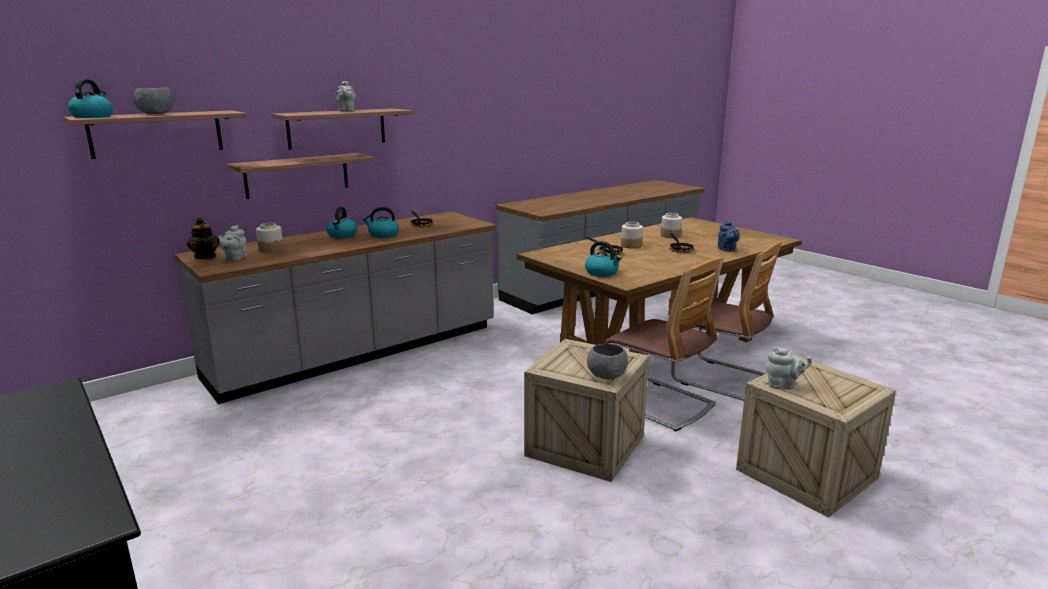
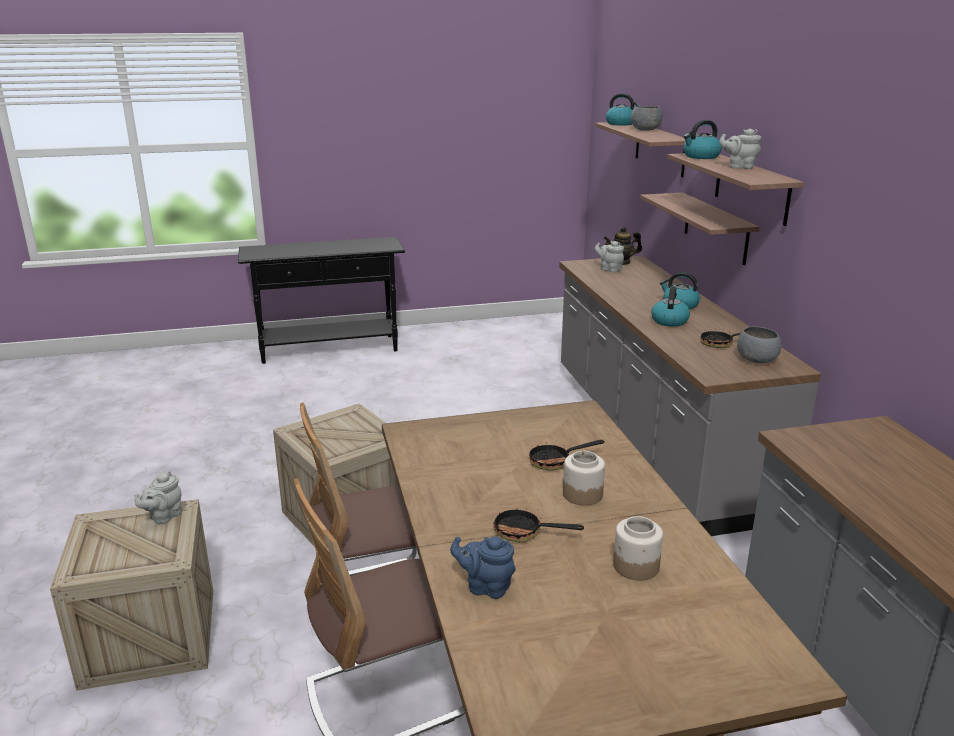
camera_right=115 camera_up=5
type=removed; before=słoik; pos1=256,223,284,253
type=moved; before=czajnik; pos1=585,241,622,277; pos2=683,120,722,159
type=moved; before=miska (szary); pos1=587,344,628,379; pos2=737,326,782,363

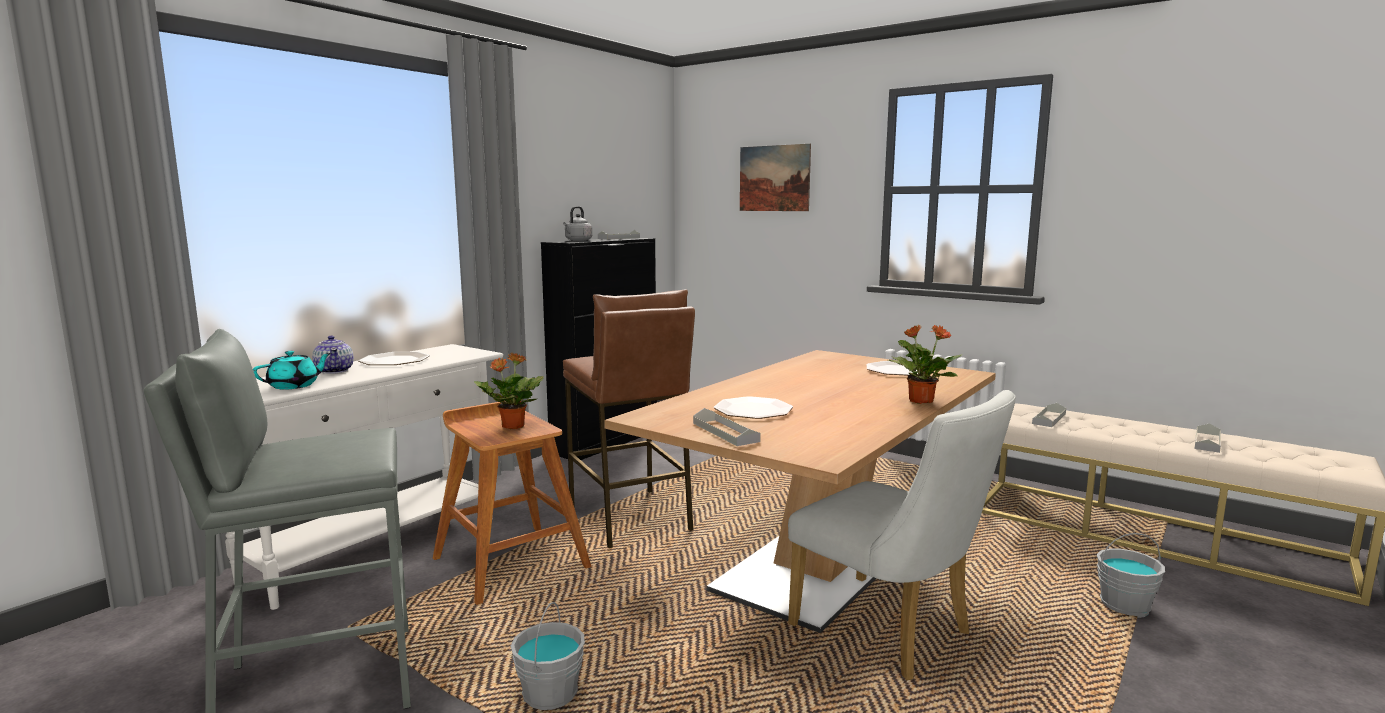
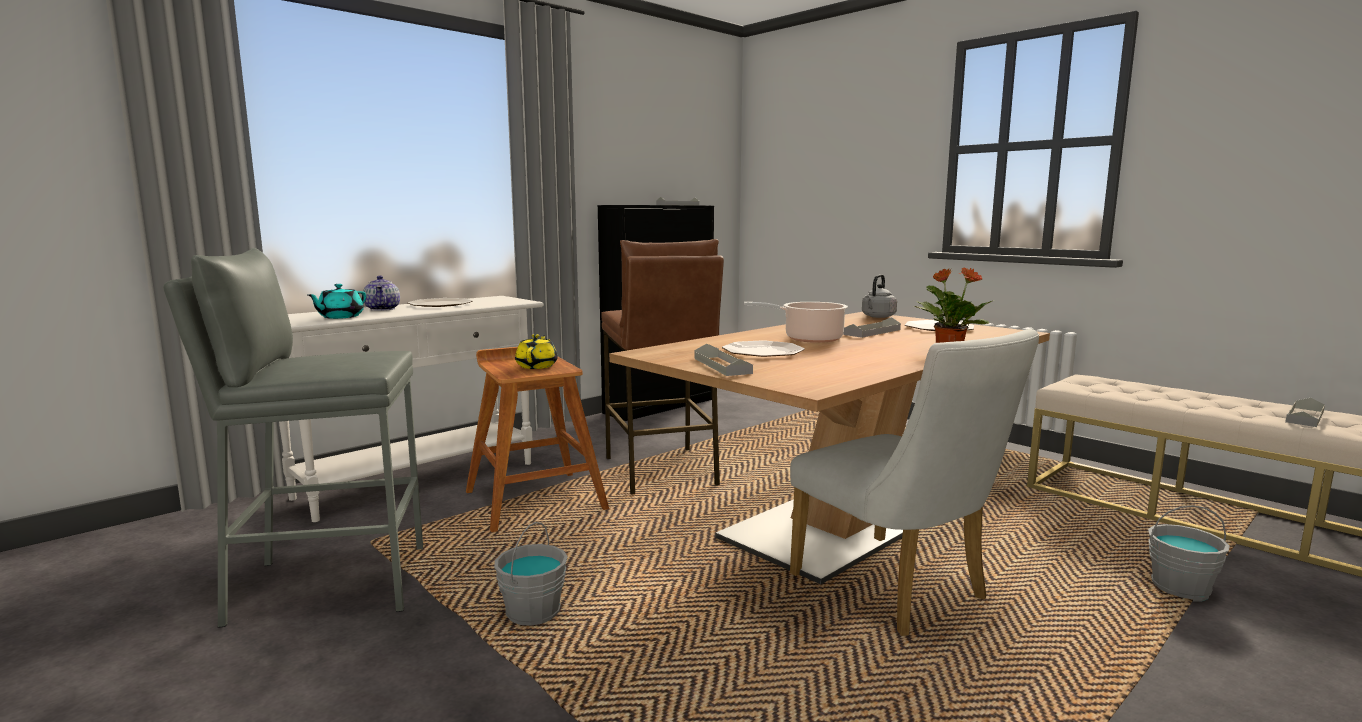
camera_right=10 camera_up=0
type=removed; before=obraz; pos1=740,144,811,211
type=moved; before=czajnik (szary); pos1=563,206,593,241; pos2=862,274,897,318
type=turned; before=imbryk (turkusowy); pos1=253,351,331,390; pos2=308,284,366,319; turn=150
type=replaced; before=roślina doniczkowa; after=imbryk (żółty); pos1=474,352,544,429; pos2=515,334,558,369
type=moved; before=taca (szary); pos1=1032,403,1066,427; pos2=844,317,901,338
type=added; after=garnek; pos2=744,302,848,343

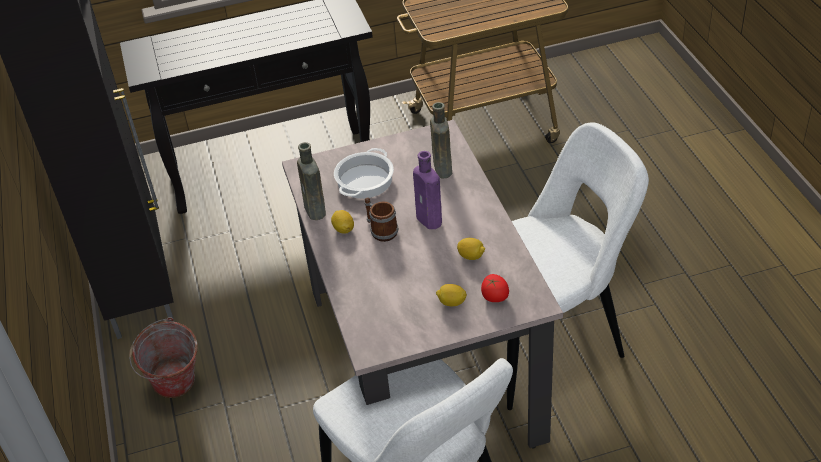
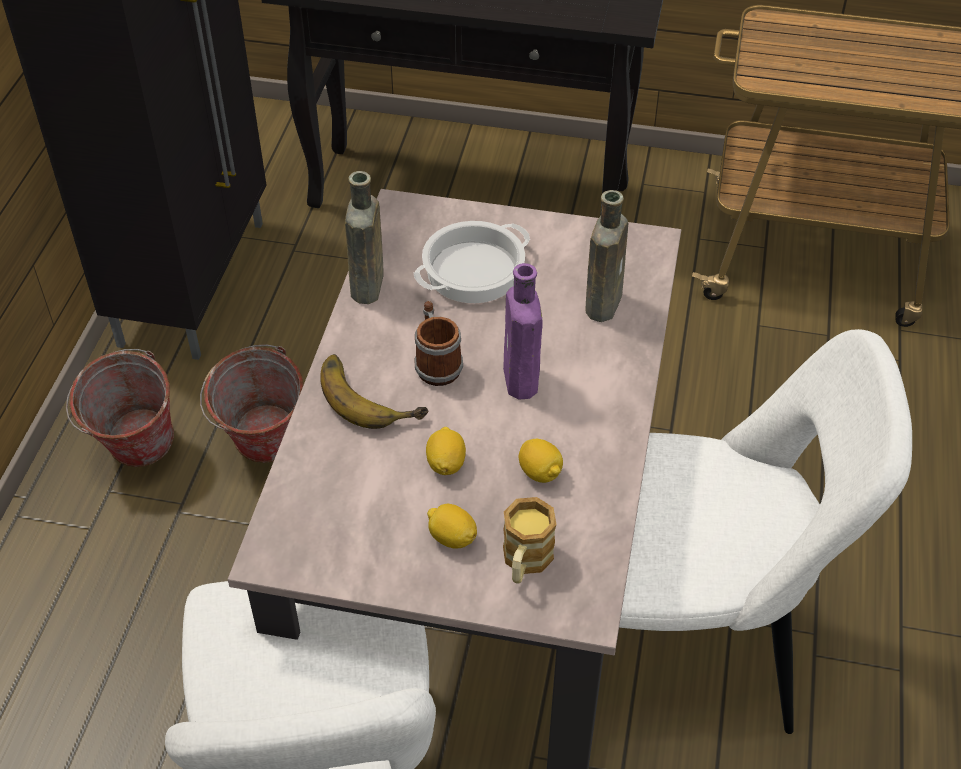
camera_right=25 camera_up=5
type=moved; before=cytryna; pos1=331,210,354,234; pos2=426,427,466,475
type=replaced; before=pomidor; after=kubek; pos1=481,274,509,302; pos2=503,497,557,584
type=added; after=wiadro; pos2=200,344,303,463
type=added; after=banan; pos2=320,354,428,429

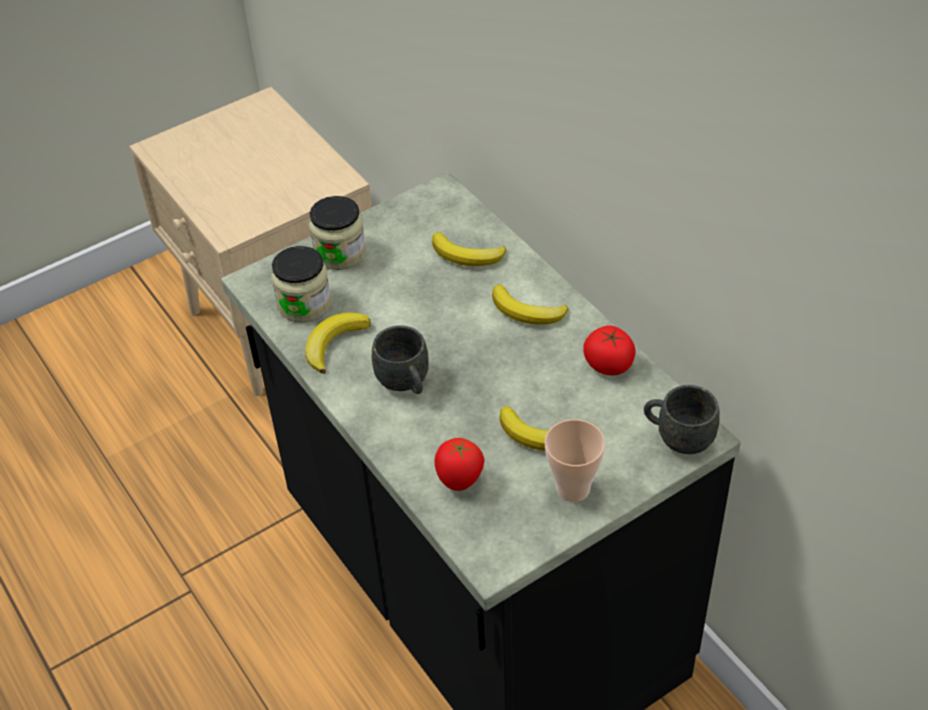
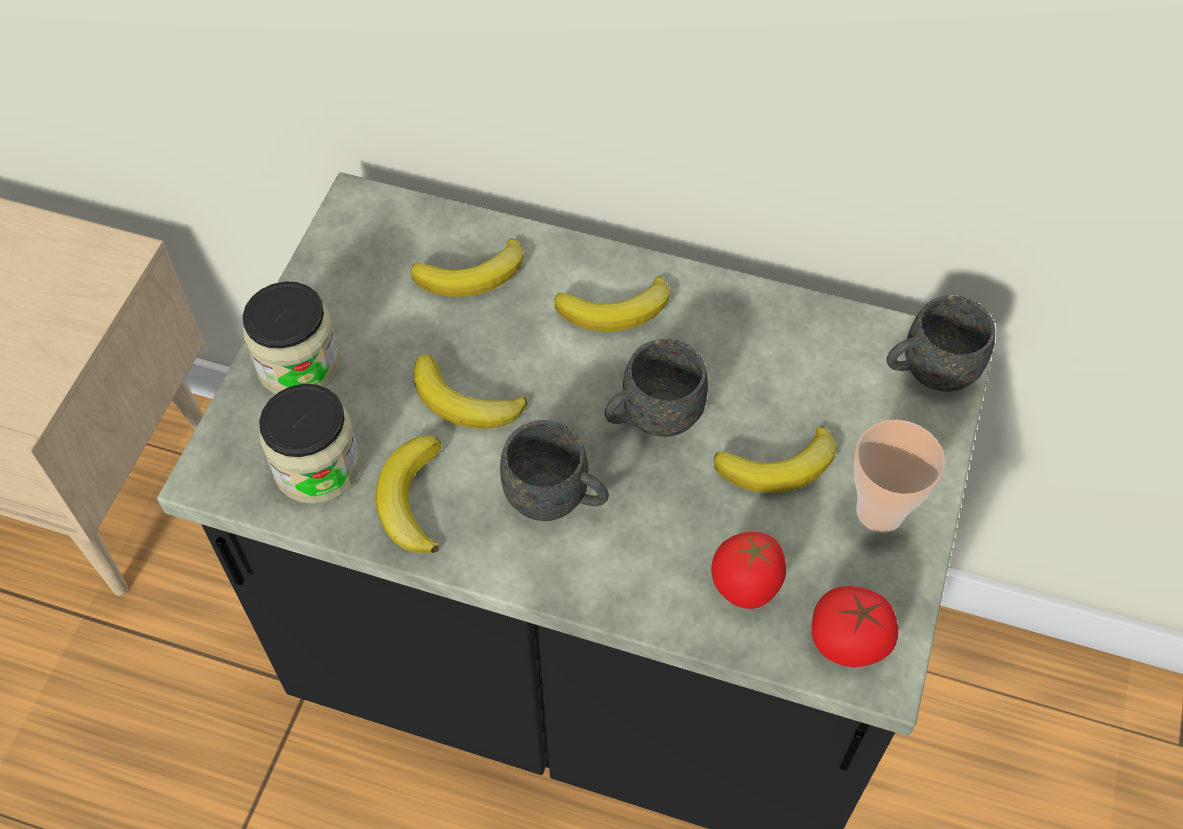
camera_right=-40 camera_up=10
type=moved; before=pomidor; pos1=583,325,636,376; pos2=812,586,898,667
type=added; after=kubek (szary); pos2=605,339,708,437
type=added; after=banan; pos2=413,354,528,429

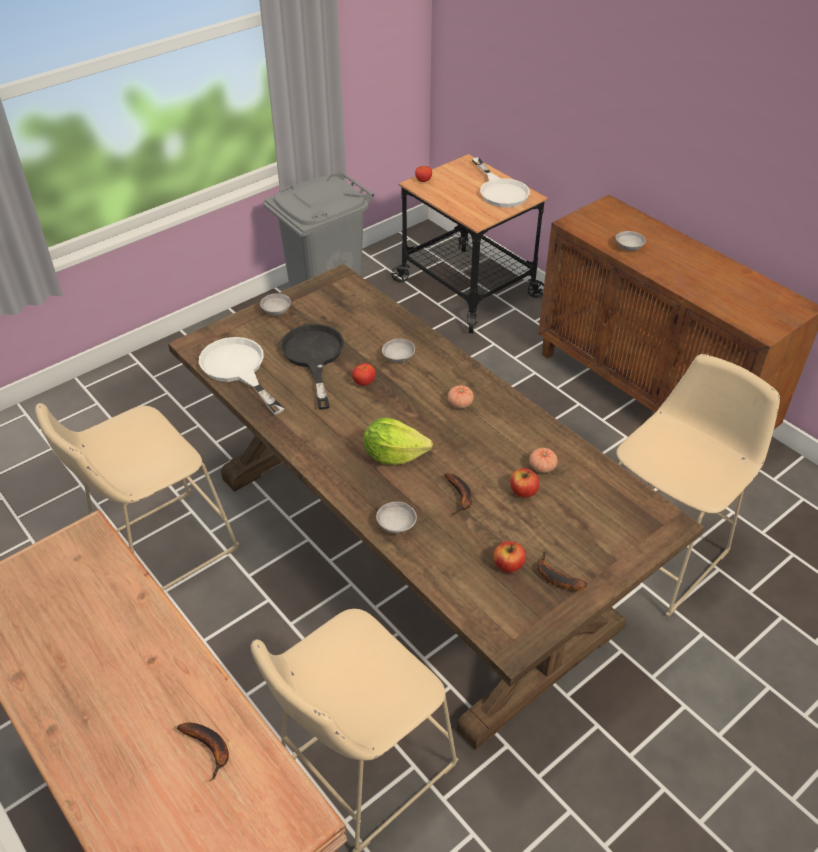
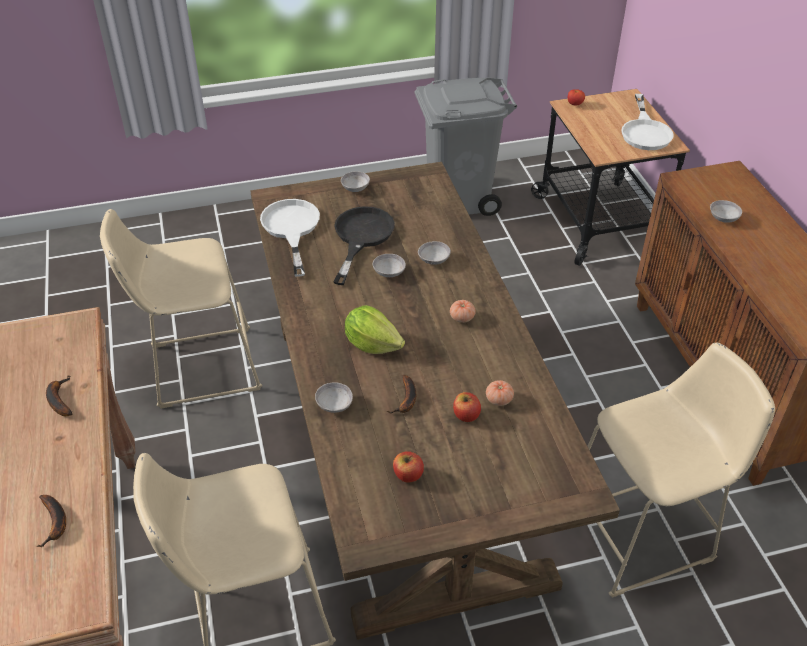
camera_right=25 camera_up=0
type=replaced; before=pomidor; after=miska (szary); pos1=352,363,376,386; pos2=373,254,406,277
type=moved; before=banan; pos1=537,552,587,591; pos2=46,375,73,416

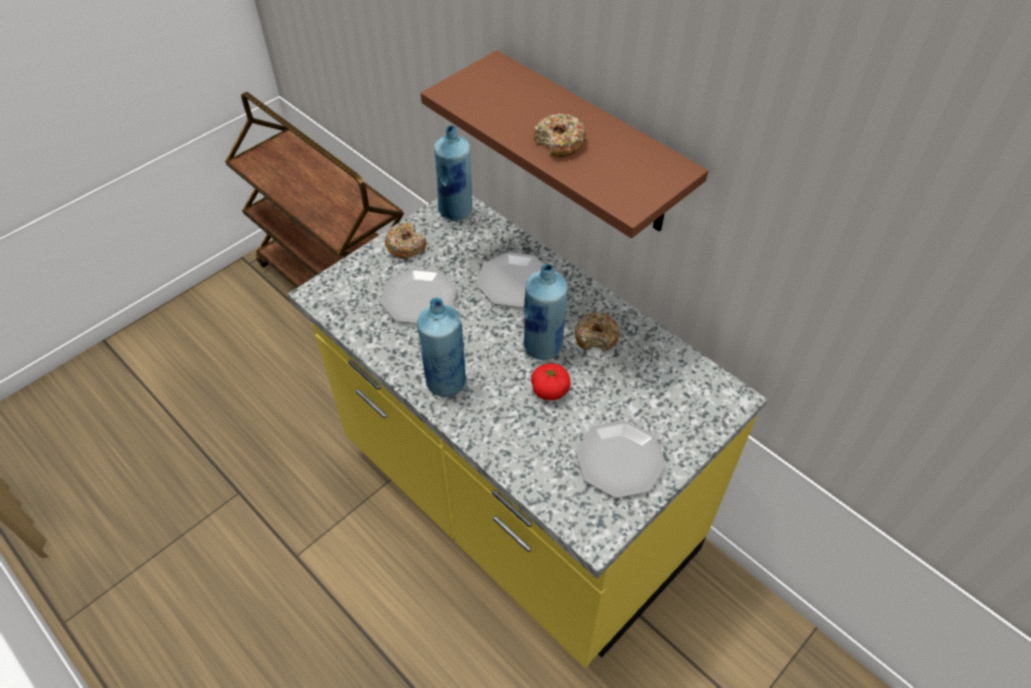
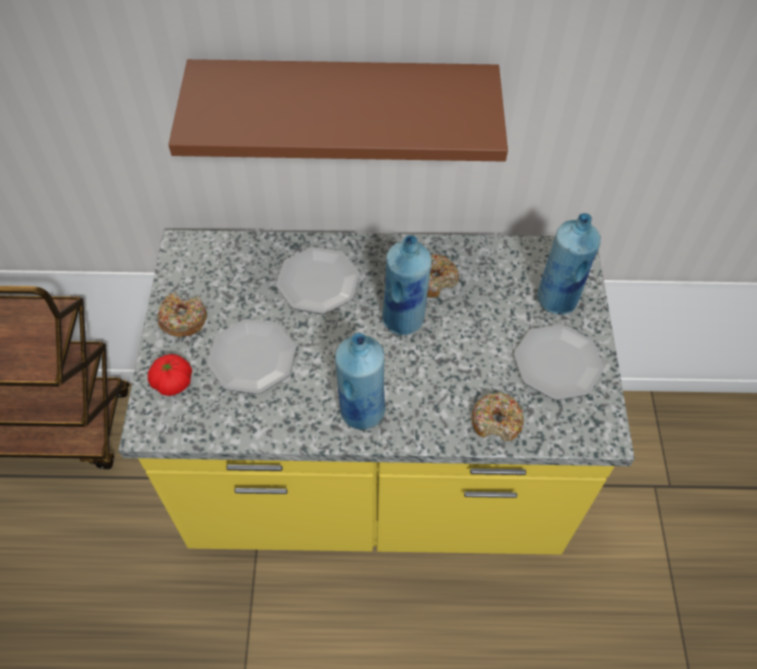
camera_right=-45 camera_up=5
type=moved; before=donut; pos1=534,113,587,157; pos2=471,392,524,441
type=moved; before=butelka (niebieski); pos1=434,125,472,221; pos2=537,213,601,315
type=moved; before=pomidor; pos1=531,363,571,400; pos2=148,354,192,396

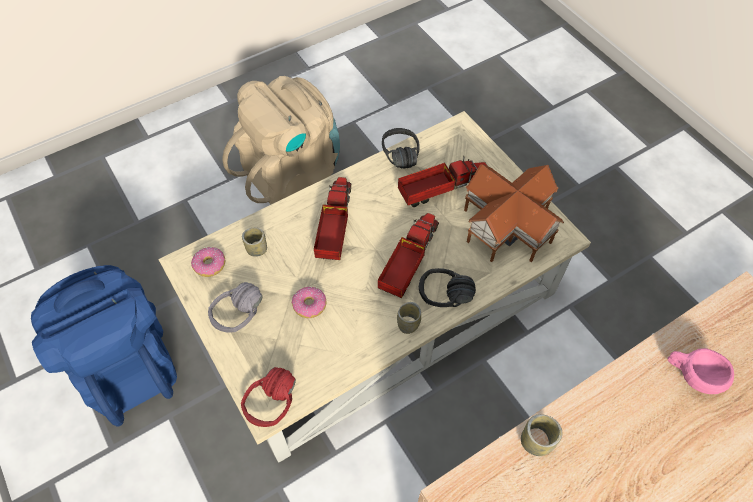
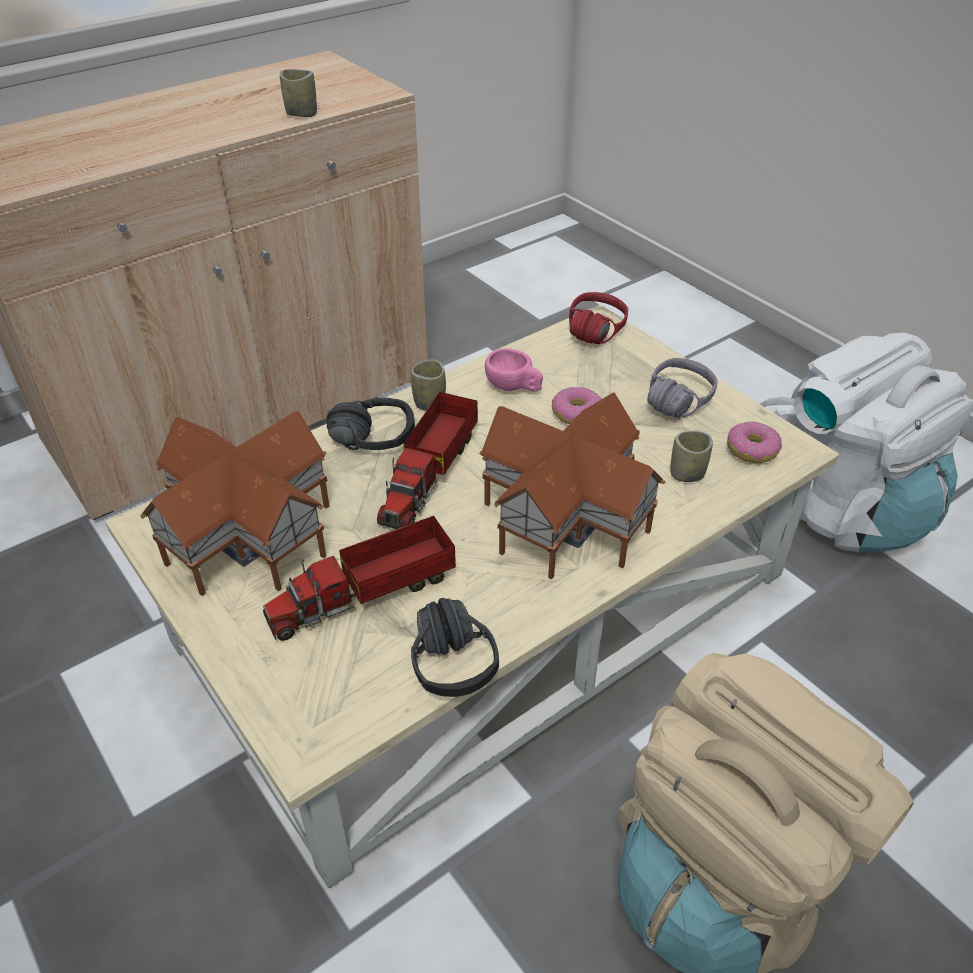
camera_right=175 camera_up=-15
type=replaced; before=ciężarówka zabawkowa; after=domek; pos1=314,177,352,260; pos2=479,393,666,579
type=recoloured; before=plecak (niebieski); after=plecak (biały); pos1=31,265,177,427; pos2=760,333,973,552
type=moved; before=filiżanka (różowy); pos1=668,348,734,394; pos2=485,348,543,392

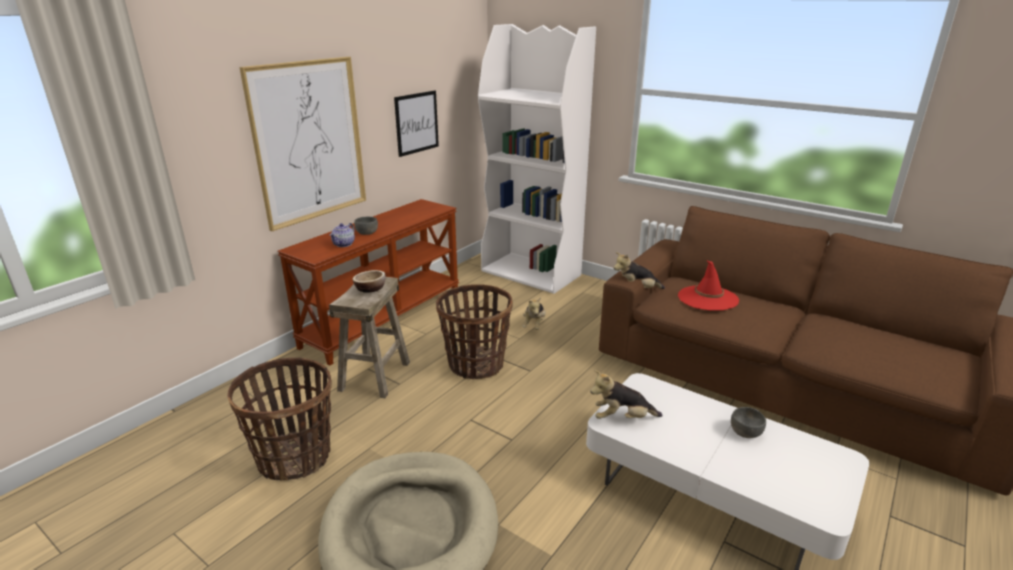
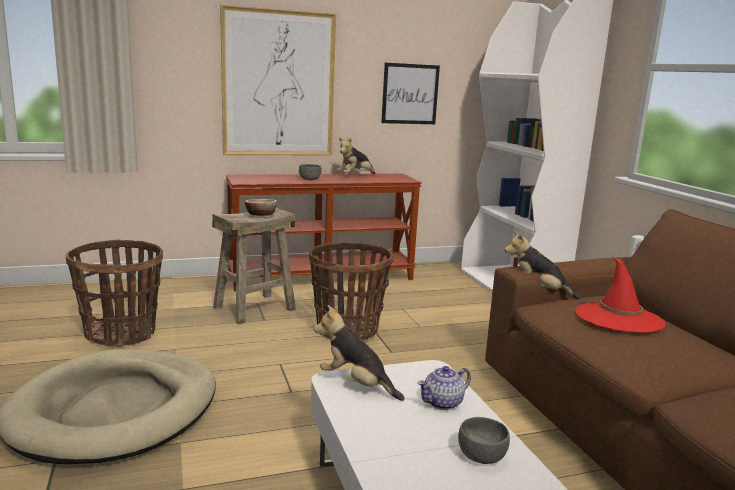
camera_right=35 camera_up=-10
type=moved; before=imbryk; pos1=330,223,355,247; pos2=418,366,471,410
type=moved; before=pluszak; pos1=522,298,546,330; pos2=337,138,375,174

